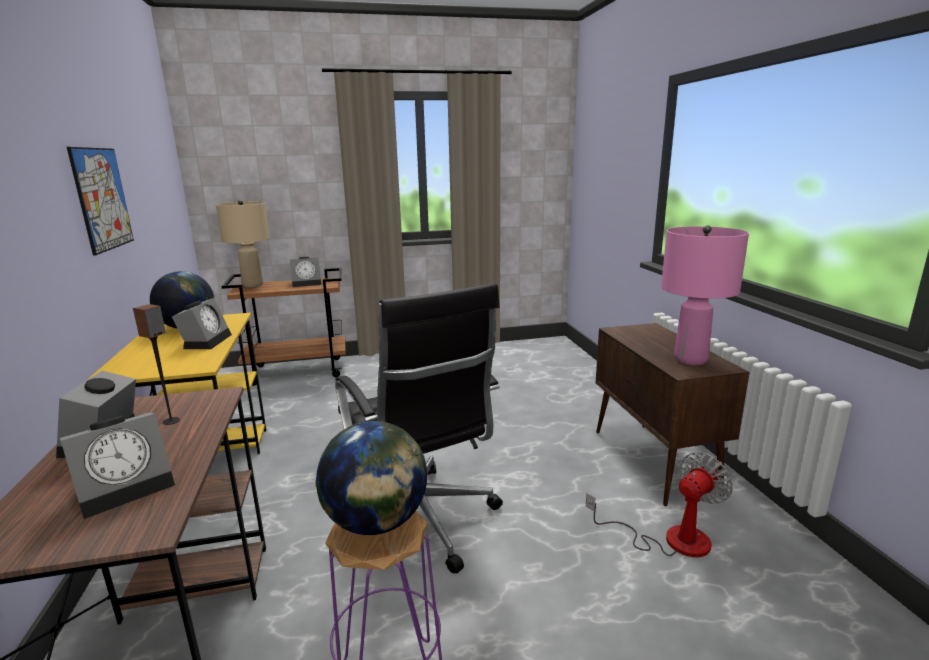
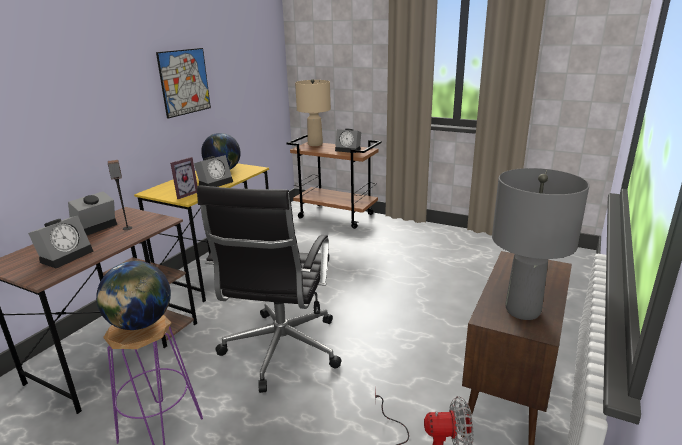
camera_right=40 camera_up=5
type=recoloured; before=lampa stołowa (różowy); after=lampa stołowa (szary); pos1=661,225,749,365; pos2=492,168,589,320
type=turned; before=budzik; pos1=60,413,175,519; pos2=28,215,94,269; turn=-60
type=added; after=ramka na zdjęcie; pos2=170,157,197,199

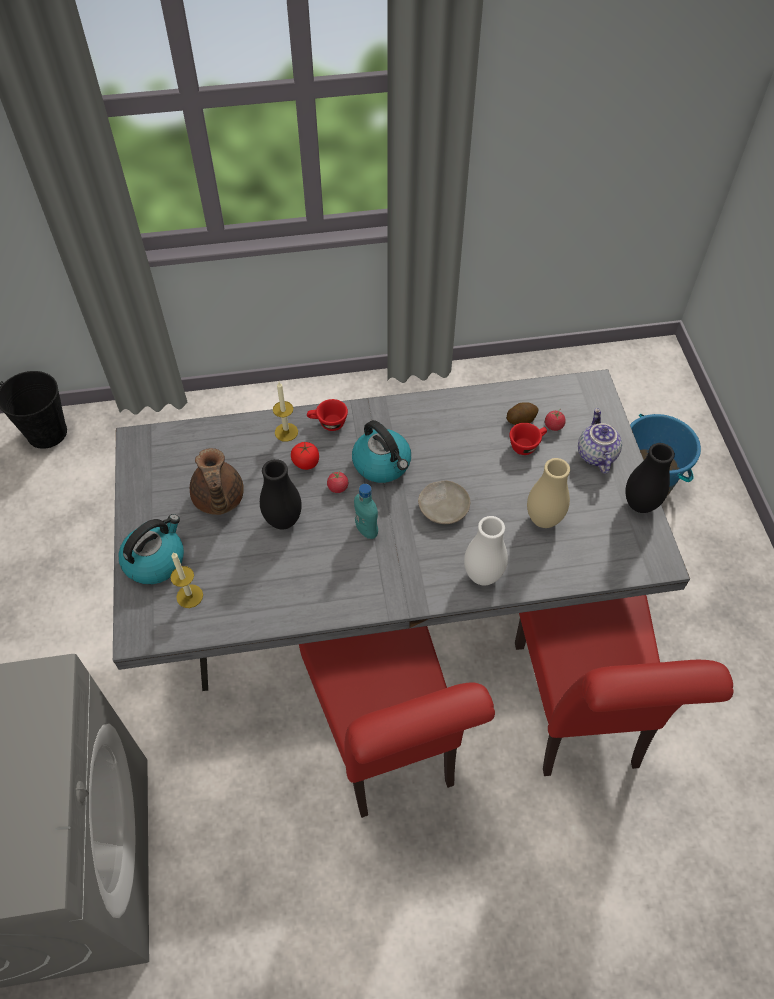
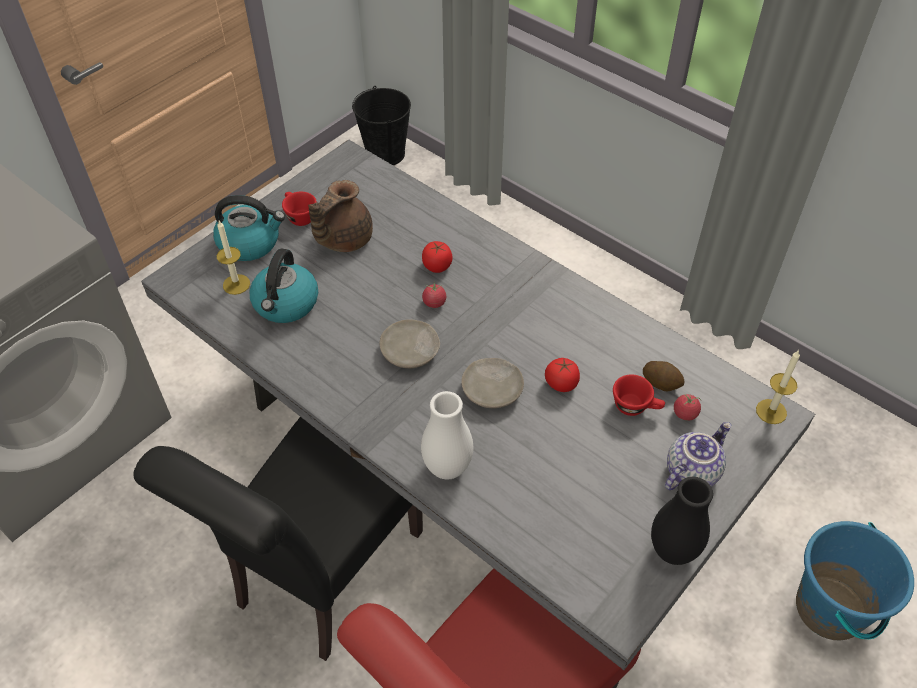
camera_right=50 camera_up=-5
type=moved; before=świeca; pos1=273,382,298,442; pos2=756,350,800,424
type=moved; before=filiżanka (czerwony); pos1=307,399,348,431; pos2=282,192,317,226
type=moved; before=czajnik; pos1=352,420,411,483; pos2=249,248,318,323
type=removed; before=wazon (beżowy); pos1=527,458,570,528
type=removed; before=wazon (czarny); pos1=260,459,302,529
type=replaced; before=butelka (turkusowy); after=talerz (beżowy); pos1=354,484,378,539; pos2=379,319,440,368
type=recoloured; before=krzesło (czerwony); after=krzesło (czarny); pos1=299,626,495,818; pos2=133,417,423,661
type=added; after=pomidor; pos2=545,358,580,392

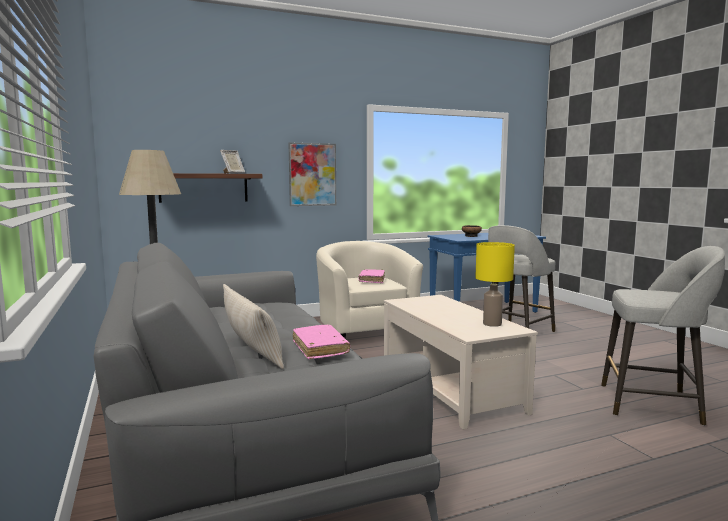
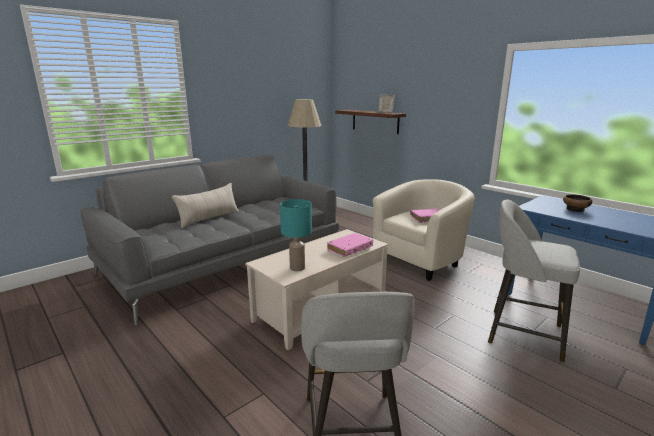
camera_right=70 camera_up=10
type=removed; before=obraz; pos1=288,142,336,206
type=recoloured; before=lampa stołowa (żółty); after=lampa stołowa (turkusowy); pos1=475,242,515,327; pos2=280,199,312,271
type=moved; before=książka (różowy); pos1=293,325,350,359; pos2=327,233,373,257

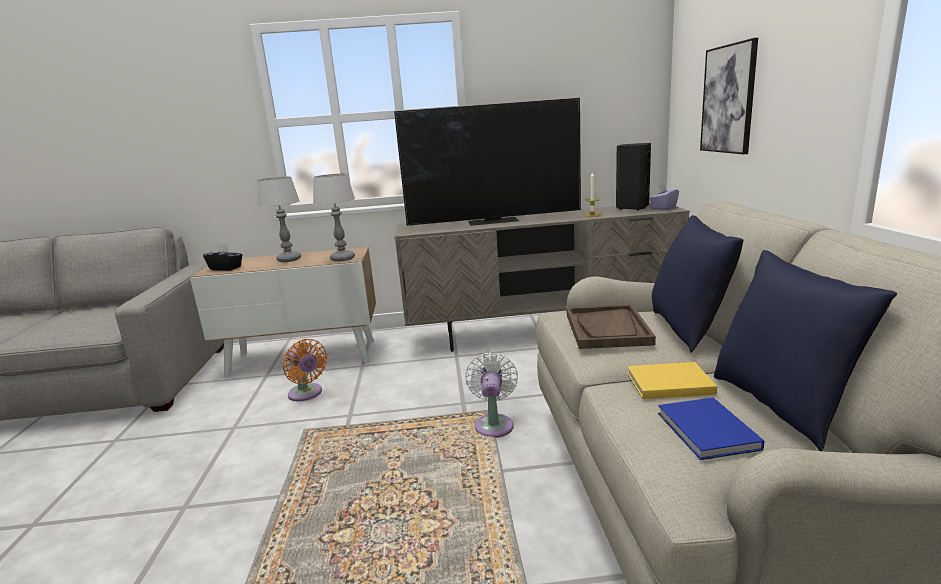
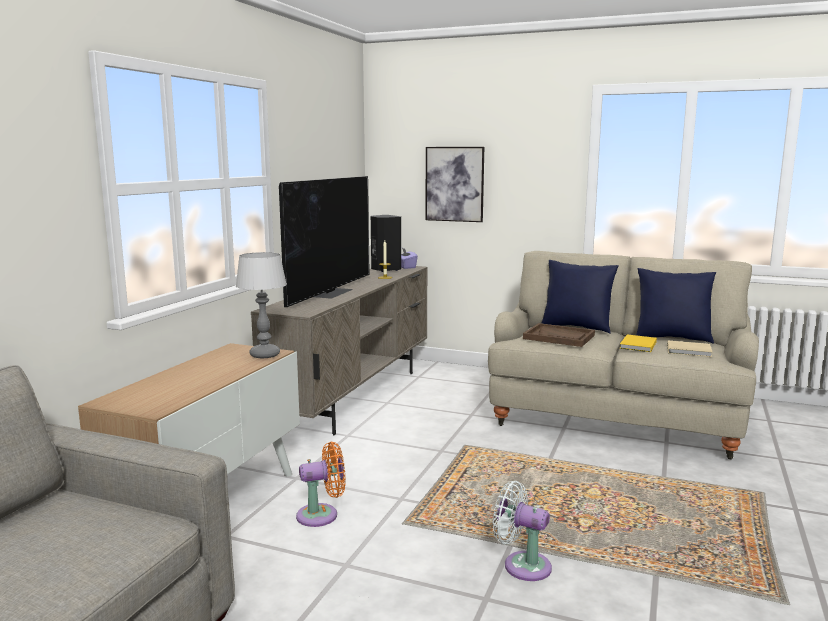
camera_right=-65 camera_up=-5
type=removed; before=lampa stołowa; pos1=257,177,301,262
type=removed; before=pudełko chusteczek (czarny); pos1=203,244,242,271
type=moved; before=wentylator (biały); pos1=465,353,518,438; pos2=493,481,552,581
type=recoloured; before=książka (niebieski); after=książka (beżowy); pos1=658,397,764,460; pos2=667,341,712,357

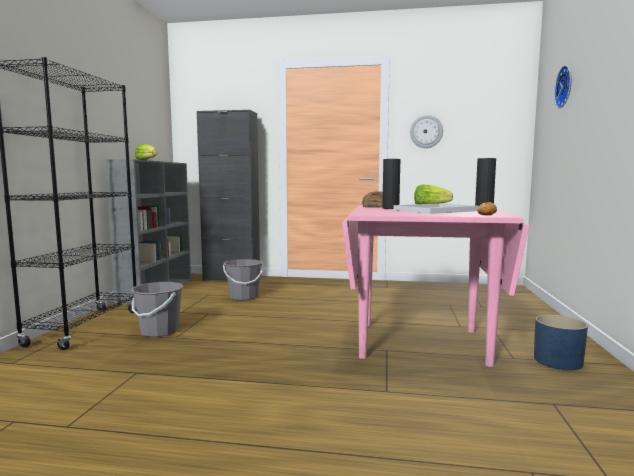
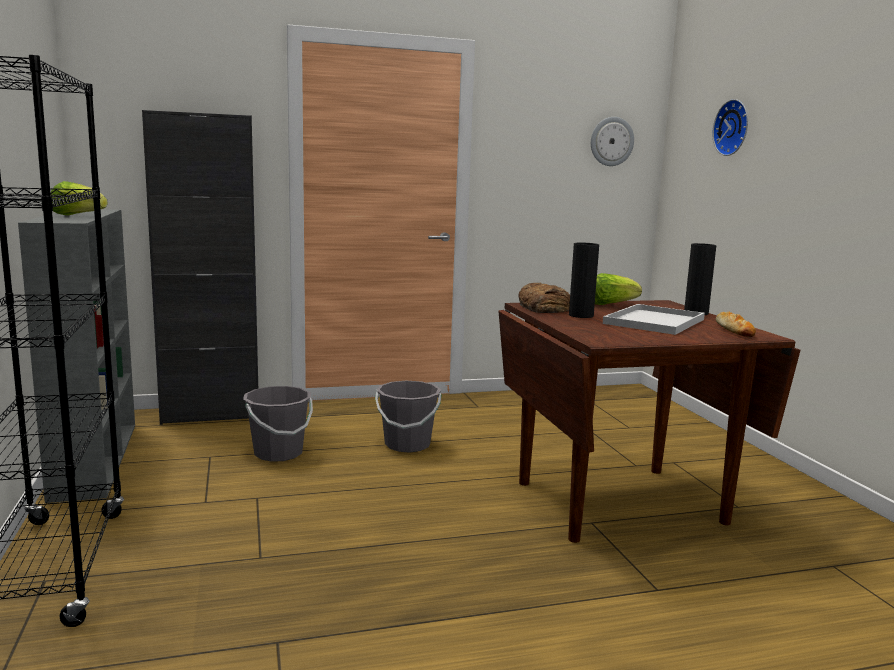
camera_right=-25 camera_up=5
type=moved; before=zegar ścienny; pos1=410,115,443,148; pos2=591,117,634,166
type=recoloured; before=stół jadalny (różowy); after=stół jadalny (brązowy); pos1=342,205,529,367; pos2=498,300,801,543
type=moved; before=wiadro (szary); pos1=131,282,183,337; pos2=375,381,441,453
type=removed; before=donica (niebieski); pos1=534,315,588,370

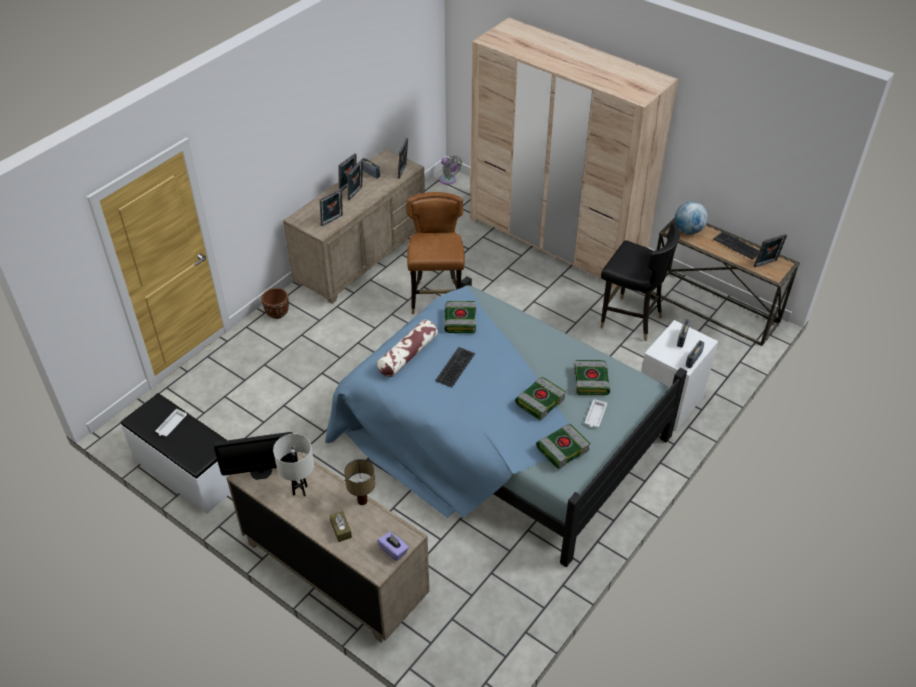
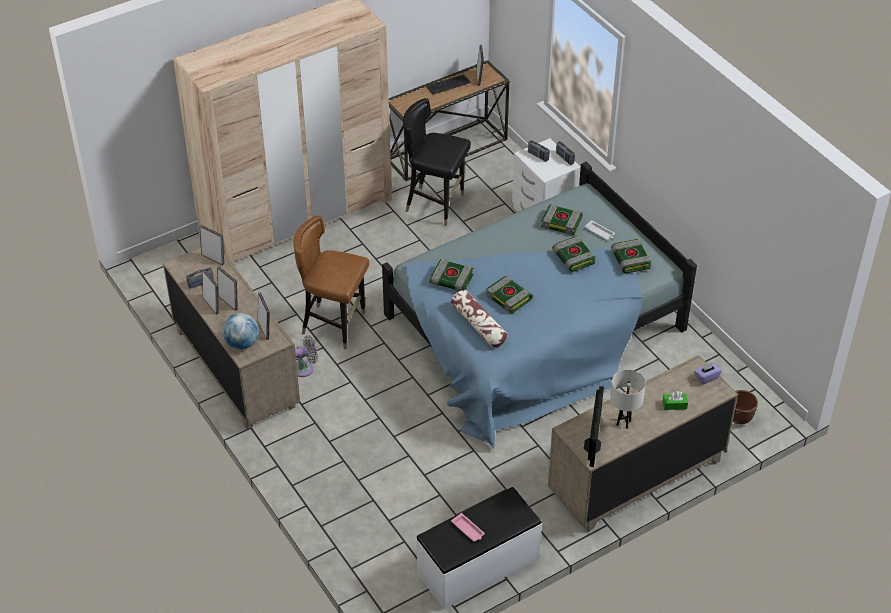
camera_right=-70 camera_up=0
type=moved; before=wentylator (szary); pos1=439,156,462,185; pos2=295,336,318,377
type=moved; before=globus; pos1=675,201,708,234; pos2=222,313,259,350
type=turned; before=krzesło (czarny); pos1=600,222,680,342; pos2=403,98,471,226; turn=-120
type=moved; before=donica (brązowy); pos1=261,288,289,319; pos2=733,390,758,424
type=replaced; before=klawiatura; after=książka; pos1=435,347,475,387; pos2=486,276,533,314
type=recoloured; before=taca (biały); after=taca (różowy); pos1=155,409,187,436; pos2=451,513,485,542
type=removed; before=lampa stołowa; pos1=344,459,375,505
type=recoloured; before=pudełko chusteczek (brązowy); after=pudełko chusteczek (zielony); pos1=330,511,352,542; pos2=663,391,688,410

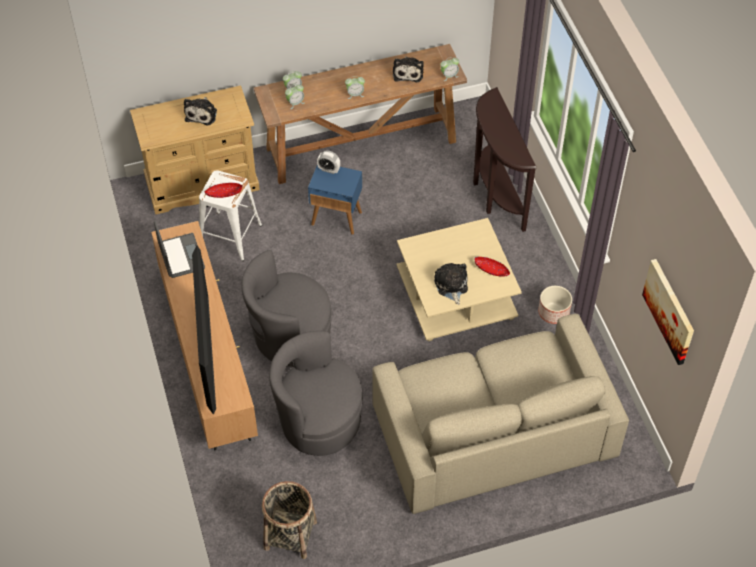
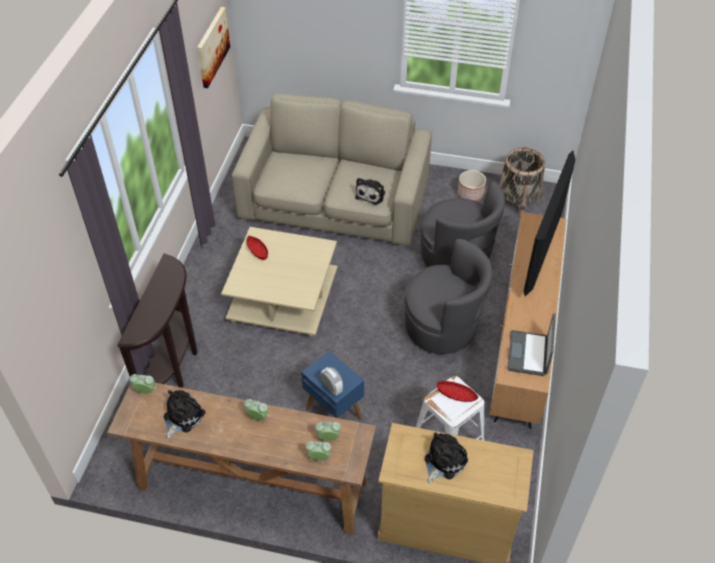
camera_right=-150 camera_up=-5
type=moved; before=pluszak; pos1=434,263,468,305; pos2=355,178,385,205
type=moved; before=donica; pos1=538,286,572,324; pos2=458,170,486,201

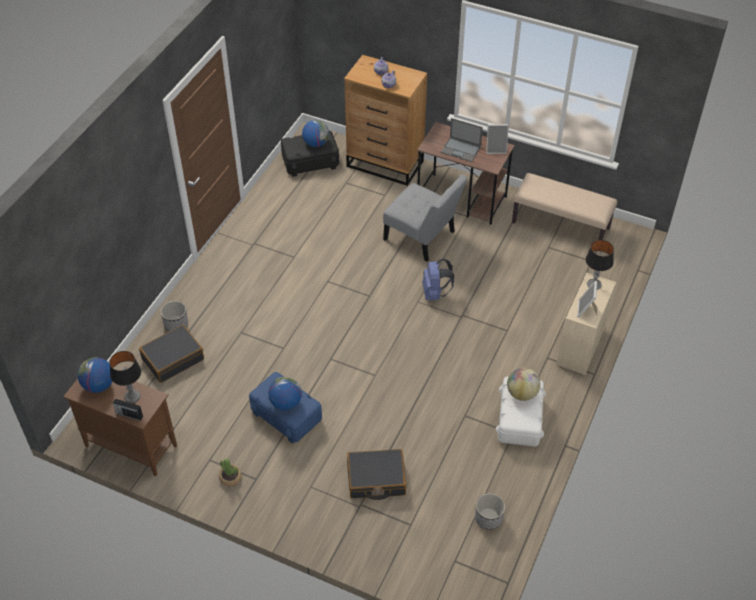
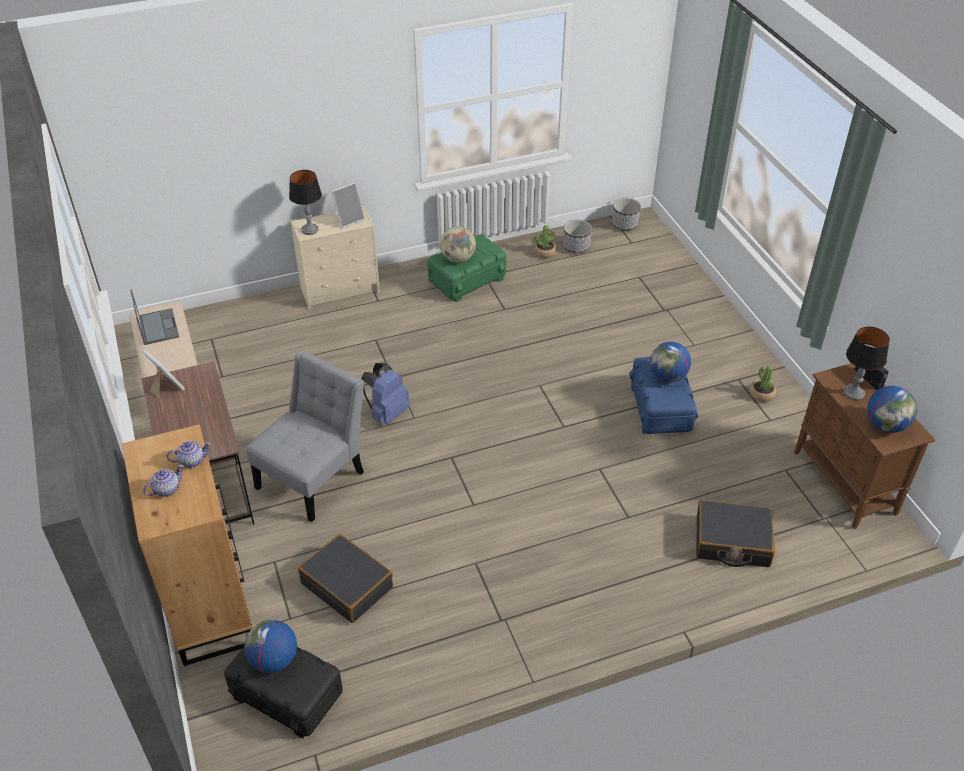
camera_right=-135 camera_up=-5
type=moved; before=laptop; pos1=441,118,483,162; pos2=130,289,179,345
type=turned; before=krzesło (szary); pos1=383,175,468,261; pos2=246,350,364,522; turn=45
type=moved; before=donica; pos1=160,301,188,331; pos2=612,198,641,231
type=recoloured; before=pojemnik do przechowywania (biały); after=pojemnik do przechowywania (zielony); pos1=496,377,546,447; pos2=427,234,506,302
type=moved; before=walizka (czarny); pos1=347,449,406,500; pos2=298,534,393,623
type=added; after=roślina doniczkowa; pos2=534,225,557,258

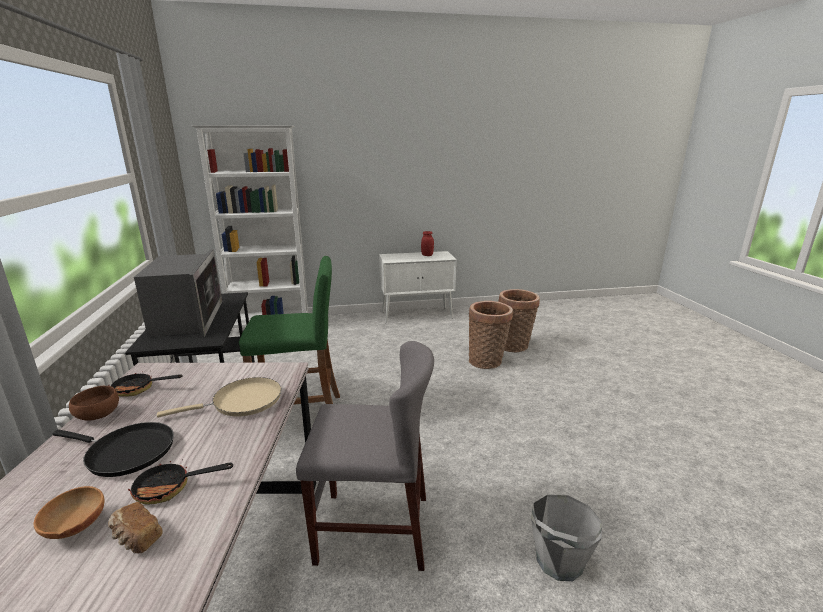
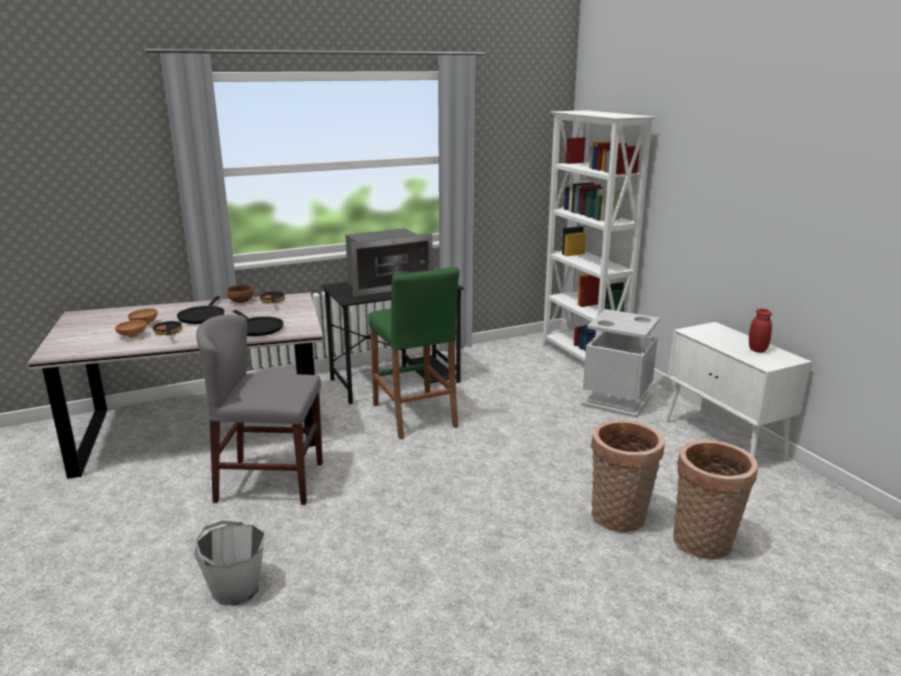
camera_right=75 camera_up=0
type=turned; before=krzesło (szary); pos1=296,341,434,571; pos2=196,314,323,505; turn=105
type=recoloured; before=patelnia (beżowy); after=patelnia (czarny); pos1=157,377,281,418; pos2=233,310,283,336
type=replaced; before=chleb; after=miska (brązowy); pos1=108,502,163,553; pos2=115,320,146,338
type=added; after=kosz na śmieci (szary); pos2=582,309,660,418

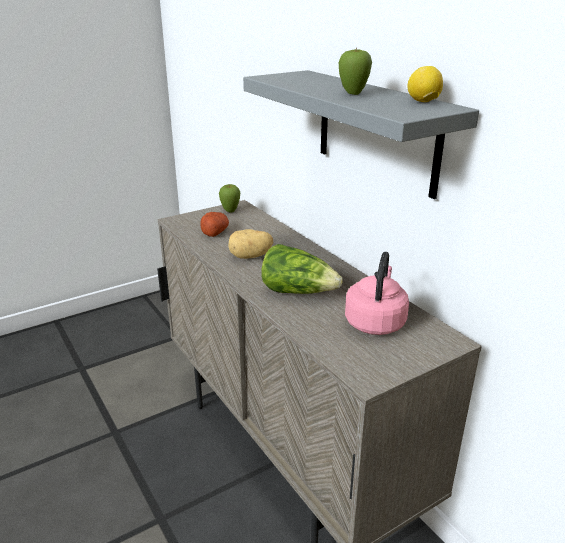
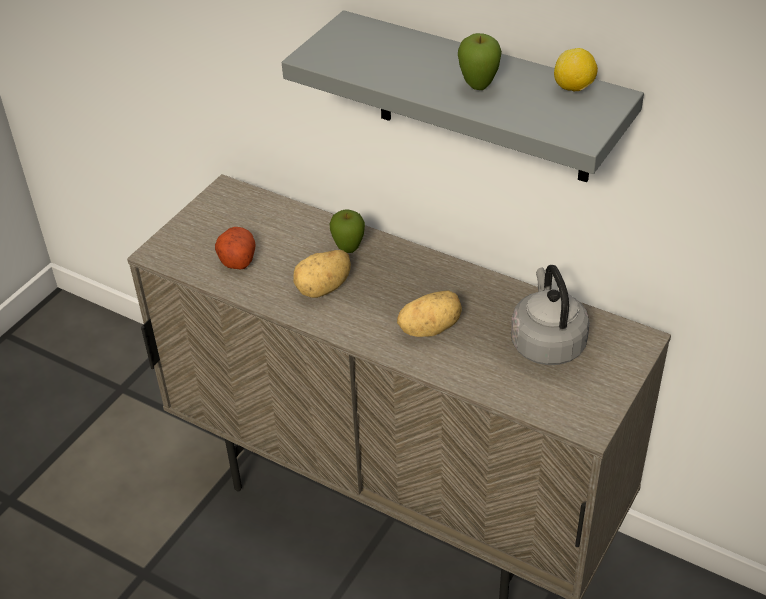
camera_right=-25 camera_up=15
type=moved; before=jabłko; pos1=219,184,240,213; pos2=330,210,365,253
type=replaced; before=sałata; after=ziemniak; pos1=261,244,343,294; pos2=397,290,462,337
type=recoloured; before=czajnik (różowy); after=czajnik (szary); pos1=345,252,409,335; pos2=511,265,590,365

